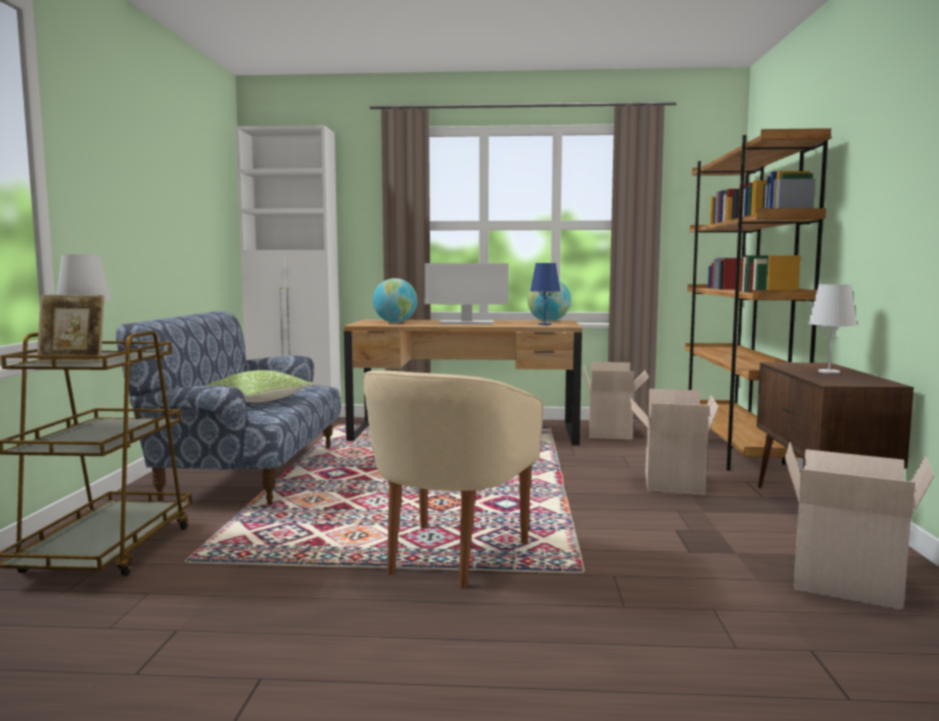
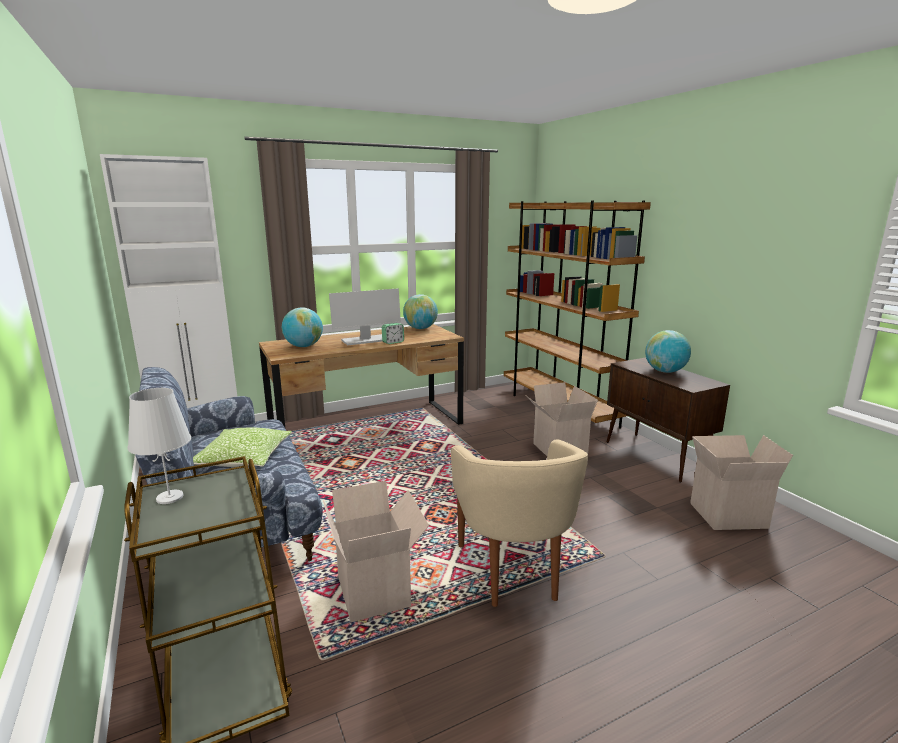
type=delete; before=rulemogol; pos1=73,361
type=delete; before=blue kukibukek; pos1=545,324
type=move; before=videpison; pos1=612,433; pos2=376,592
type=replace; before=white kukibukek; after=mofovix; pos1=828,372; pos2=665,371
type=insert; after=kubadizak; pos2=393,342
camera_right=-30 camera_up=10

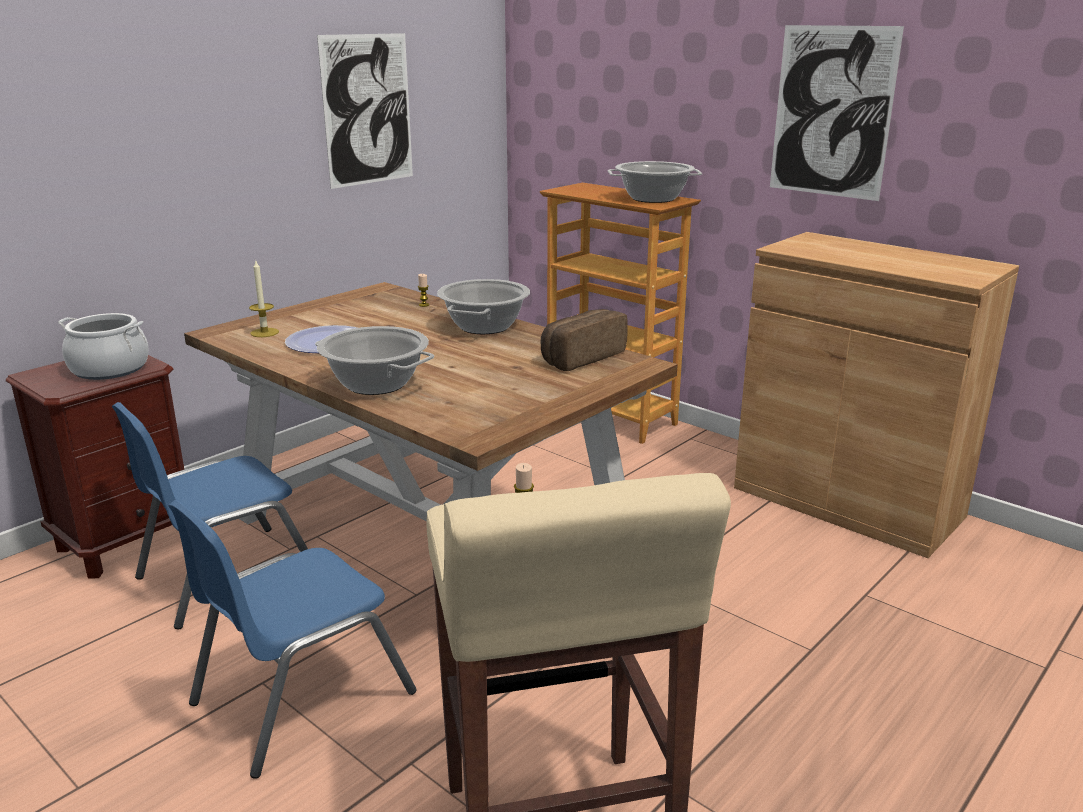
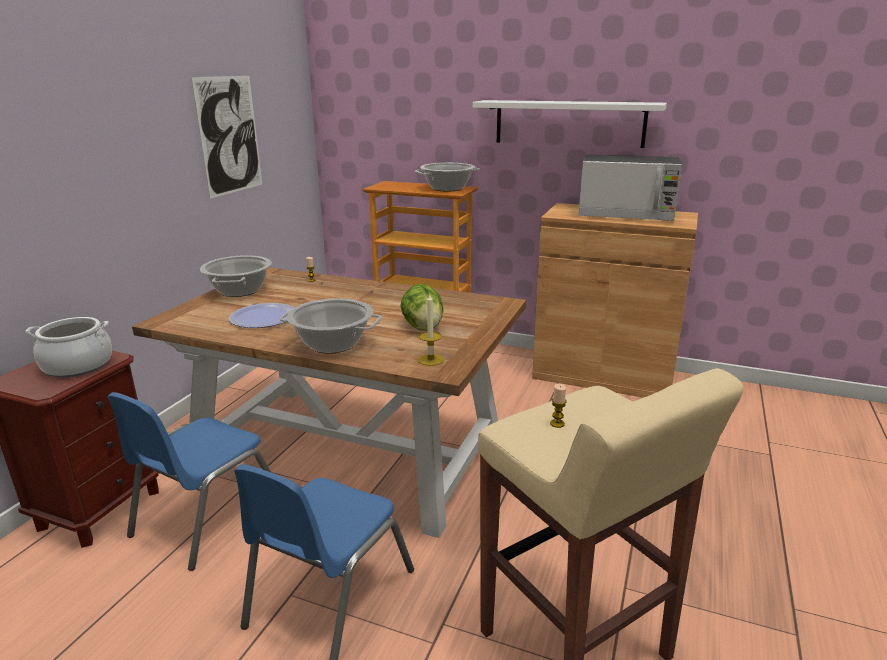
type=move; before=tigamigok; pos1=264,332; pos2=430,359
type=move; before=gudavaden; pos1=484,326; pos2=239,290
type=delete; before=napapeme; pos1=580,357
type=replace; before=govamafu; after=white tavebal; pos1=832,112; pos2=569,123
type=insert; after=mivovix; pos2=423,327
type=insert; after=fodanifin; pos2=626,214
camera_right=-20 camera_up=0

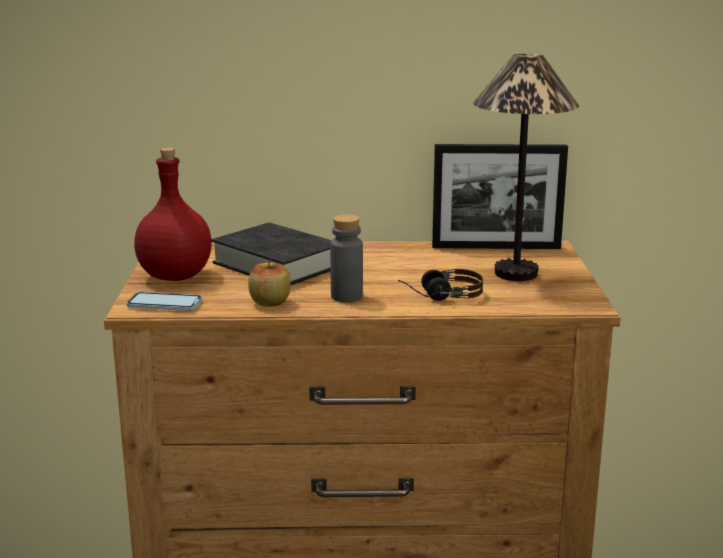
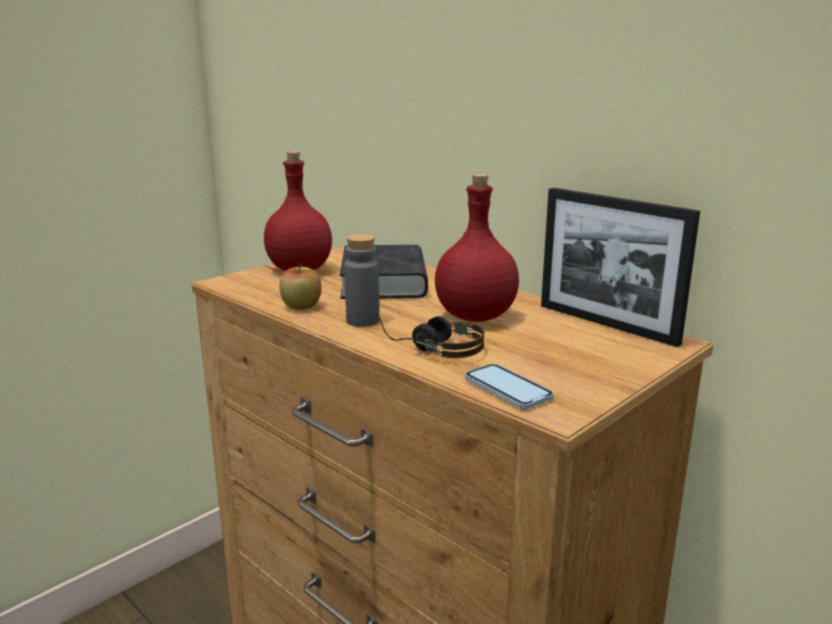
type=move; before=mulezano; pos1=164,304; pos2=507,389
type=delete; before=kukibukek; pos1=517,273
type=insert; after=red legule; pos2=477,316
camera_right=45 camera_up=0

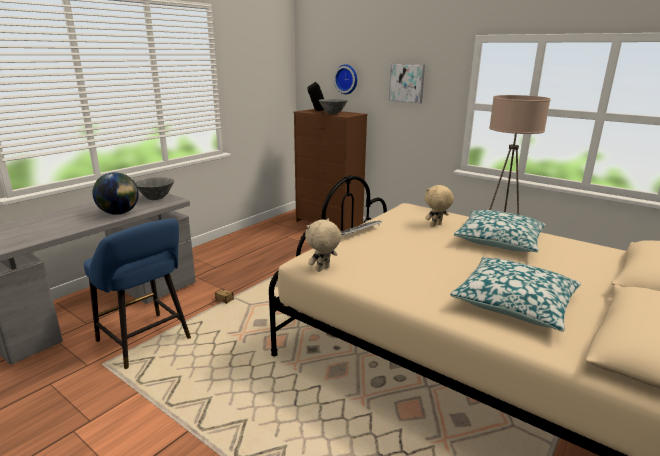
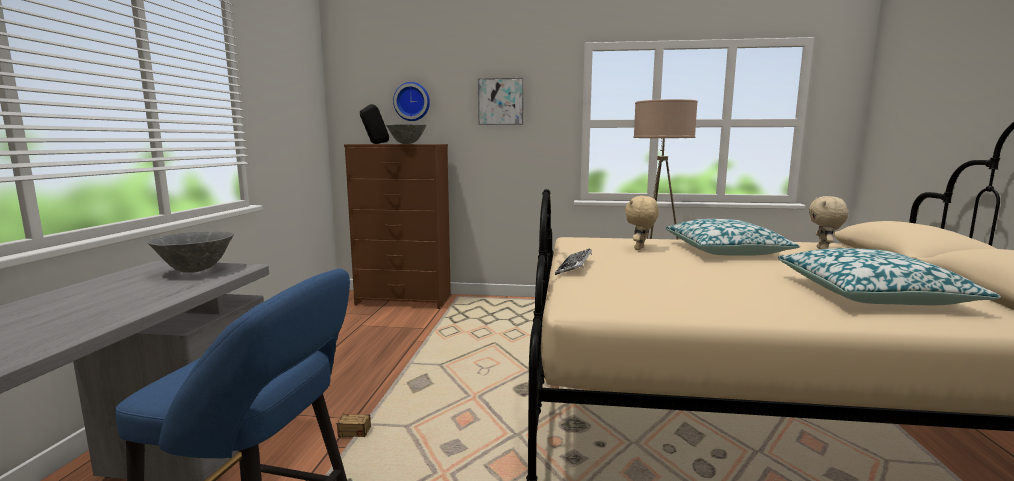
type=delete; before=mofovix; pos1=119,213
type=move; before=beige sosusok; pos1=323,269; pos2=823,250
camera_right=-30 camera_up=-10

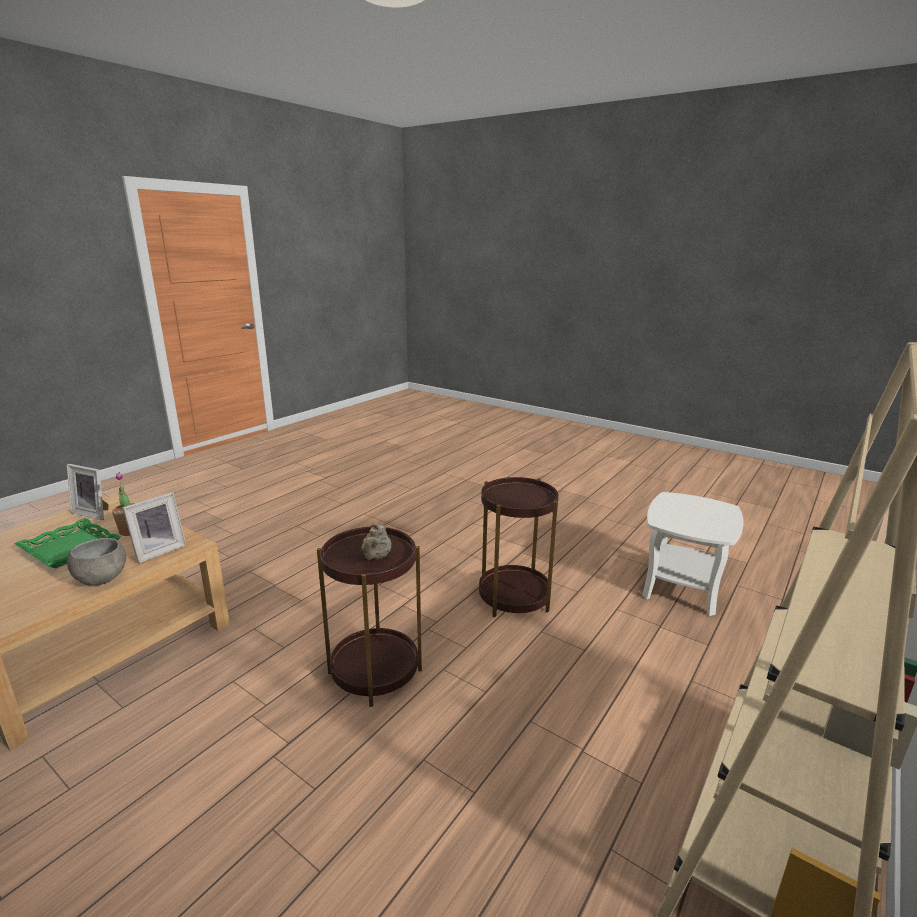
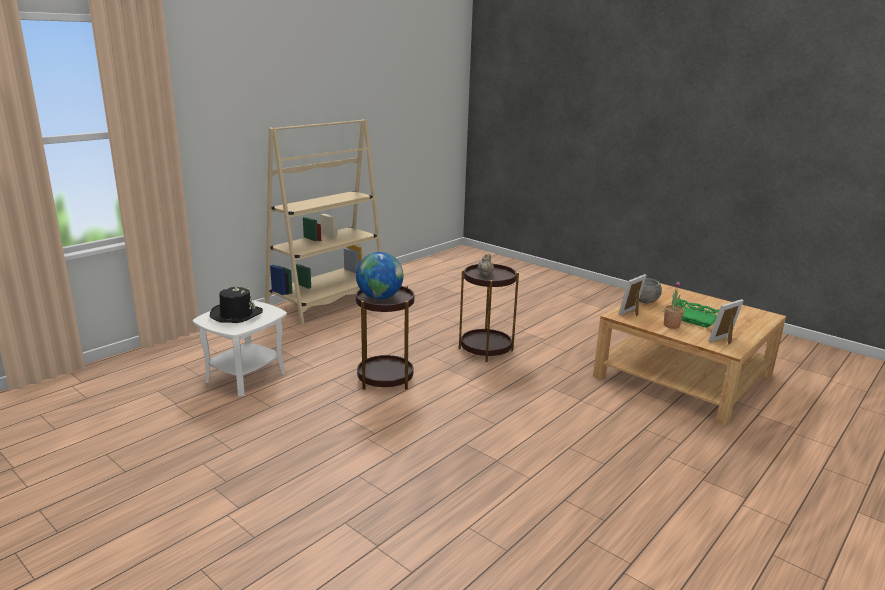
type=rotate; before=rulemogol; pos1=94,513; pos2=725,340; turn=-60
type=insert; after=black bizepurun; pos2=236,315
type=insert; after=mofovix; pos2=379,297
camera_right=-175 camera_up=0

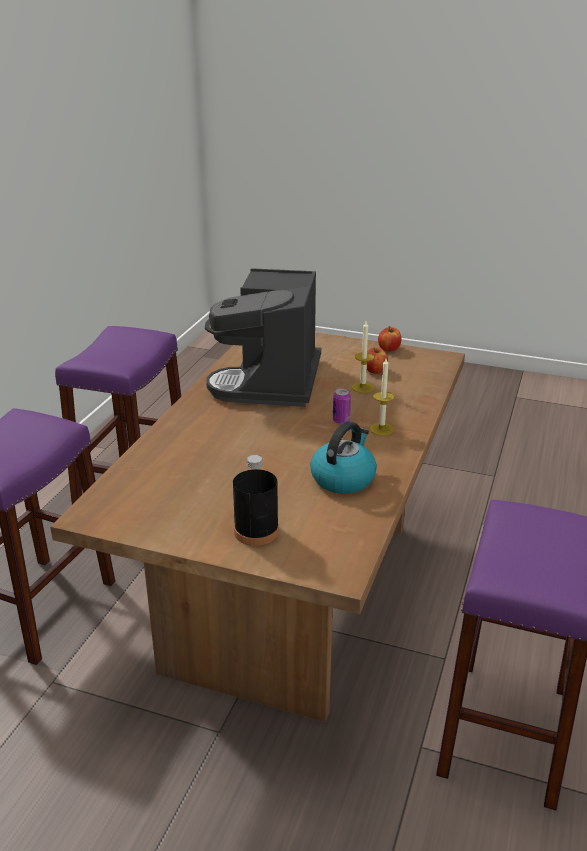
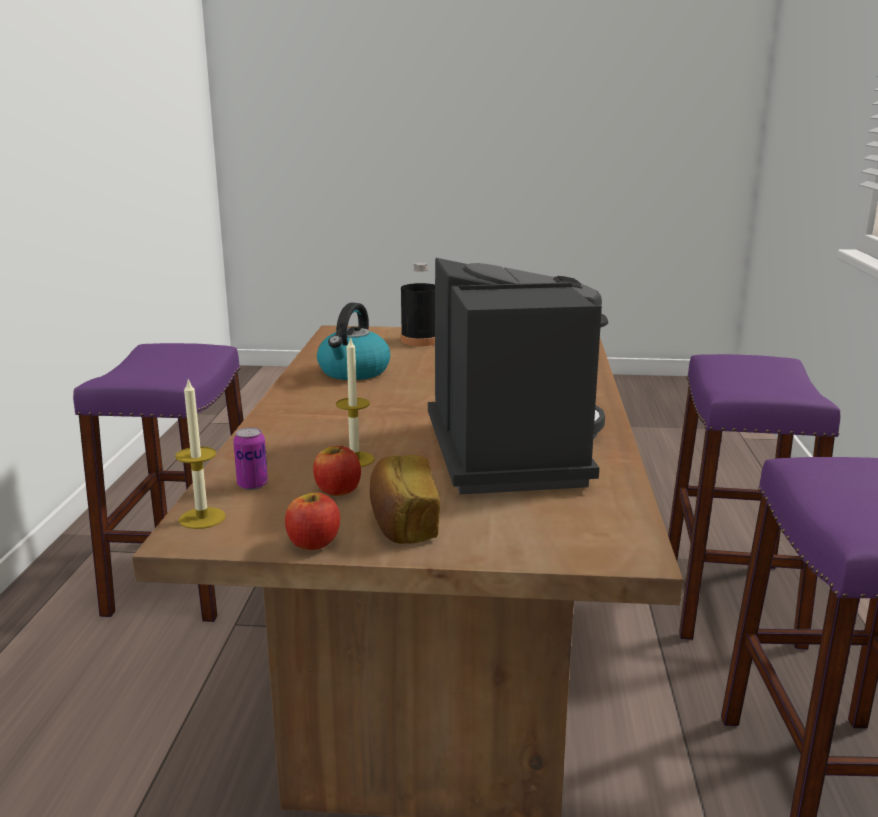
type=move; before=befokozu; pos1=341,420; pos2=252,485
type=move; before=tigamigok; pos1=381,429; pos2=202,518
type=insert; after=napapeme; pos2=402,523
camera_right=165 camera_up=-10

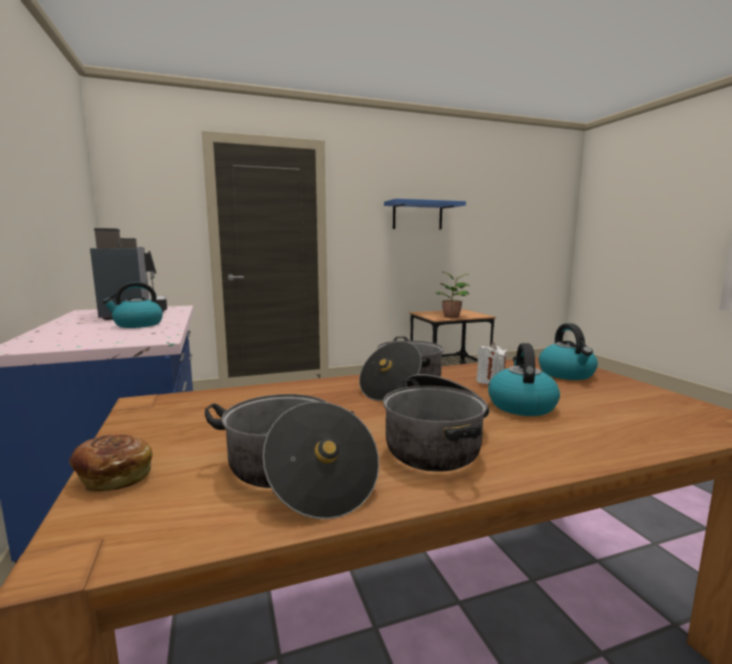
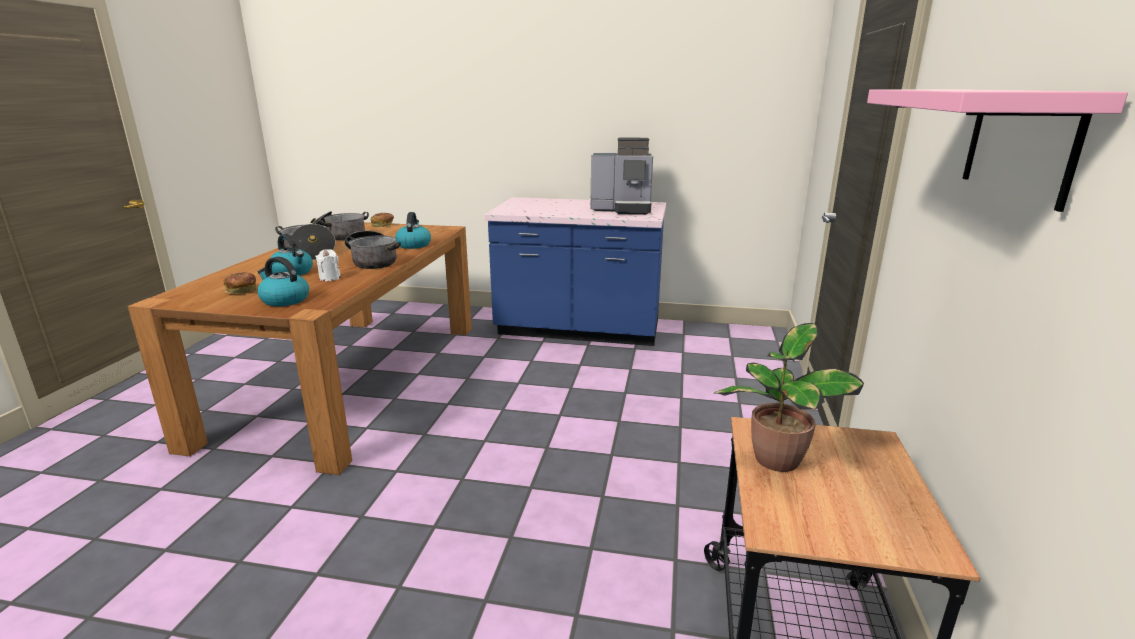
type=move; before=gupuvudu; pos1=137,325; pos2=413,245
type=recolor; before=blue tavebal; after=pink tavebal; pos1=417,216; pos2=1019,143
type=insert; after=napapeme; pos2=242,291
camera_right=120 camera_up=10

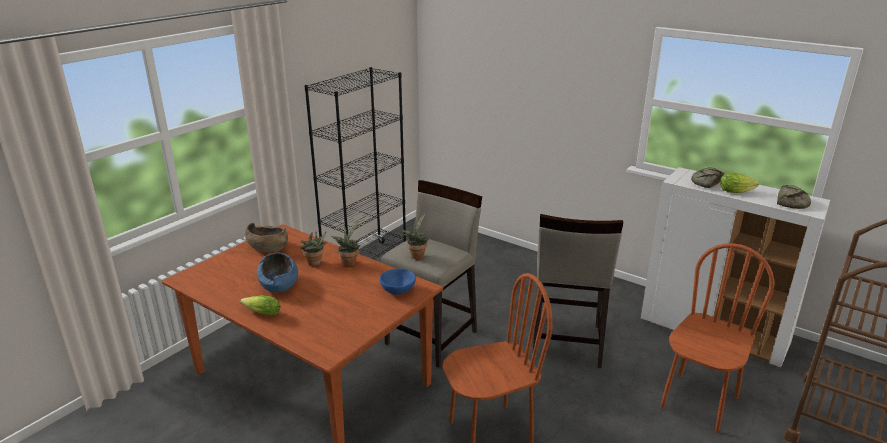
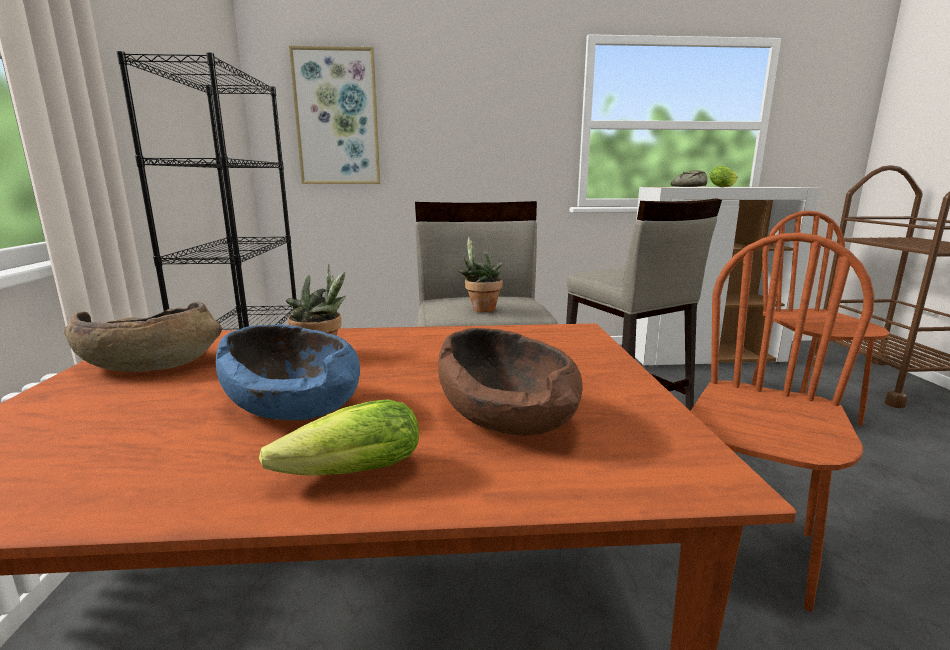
type=delete; before=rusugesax; pos1=349,262
type=delete; before=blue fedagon; pos1=398,291
type=delete; before=napapeme; pos1=792,202
type=insert; after=govamafu; pos2=337,118
type=insert; after=brown fedagon; pos2=506,415
camera_right=-40 camera_up=-10

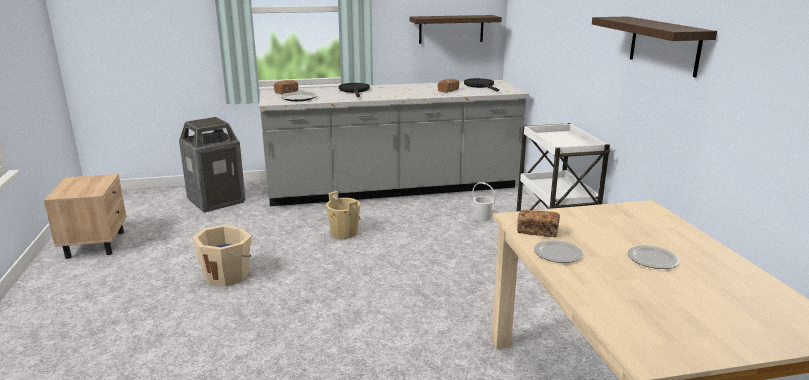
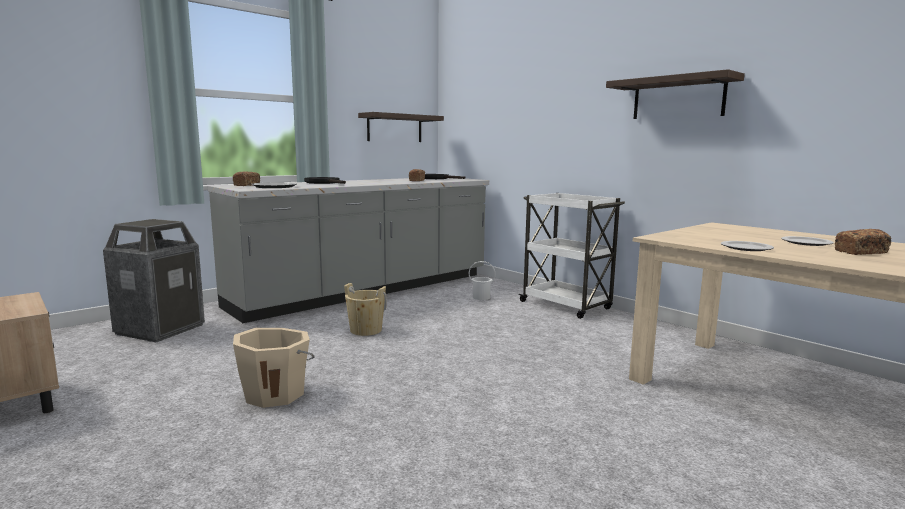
type=move; before=napapeme; pos1=537,231; pos2=860,252
camera_right=-30 camera_up=-10

